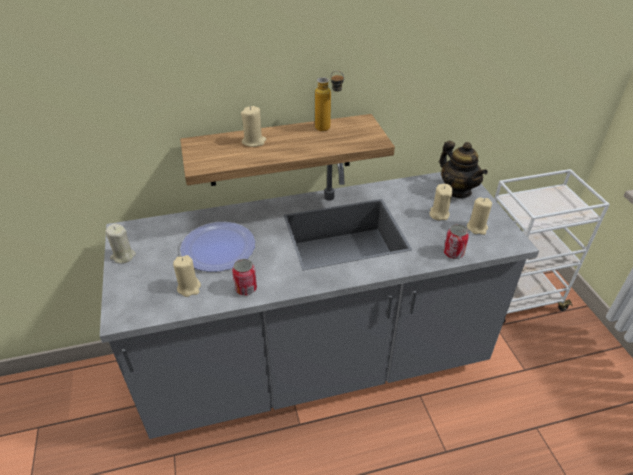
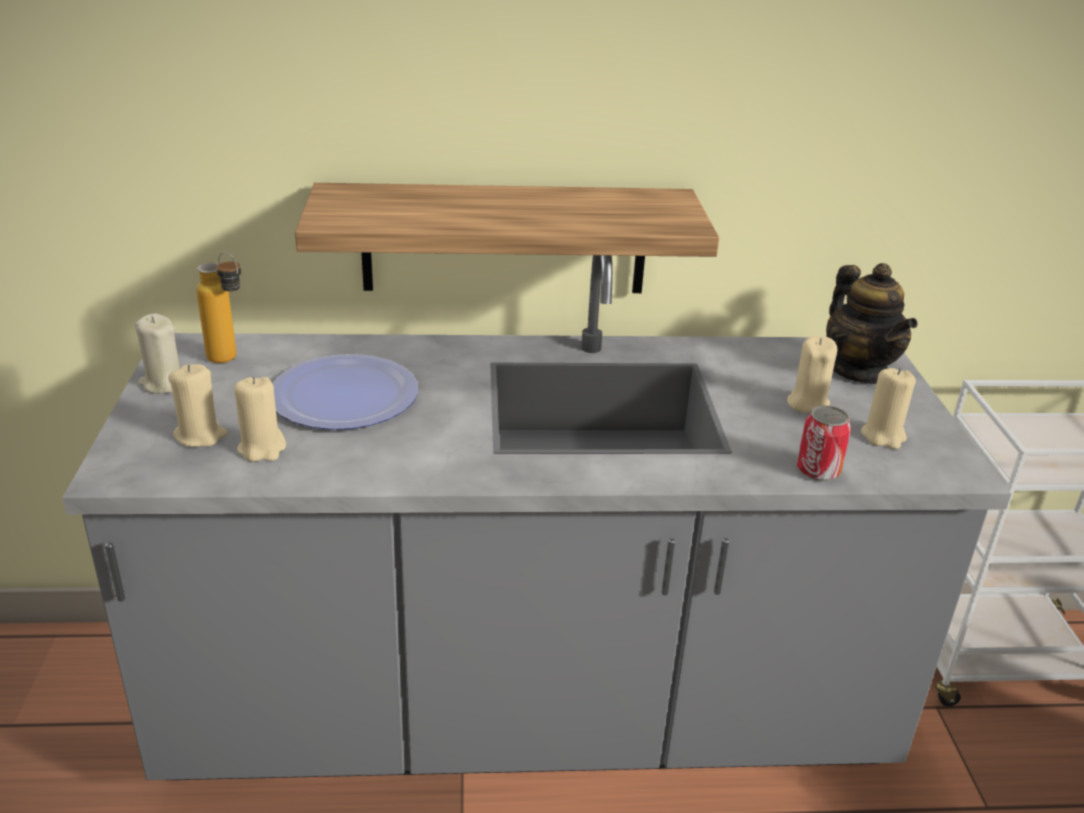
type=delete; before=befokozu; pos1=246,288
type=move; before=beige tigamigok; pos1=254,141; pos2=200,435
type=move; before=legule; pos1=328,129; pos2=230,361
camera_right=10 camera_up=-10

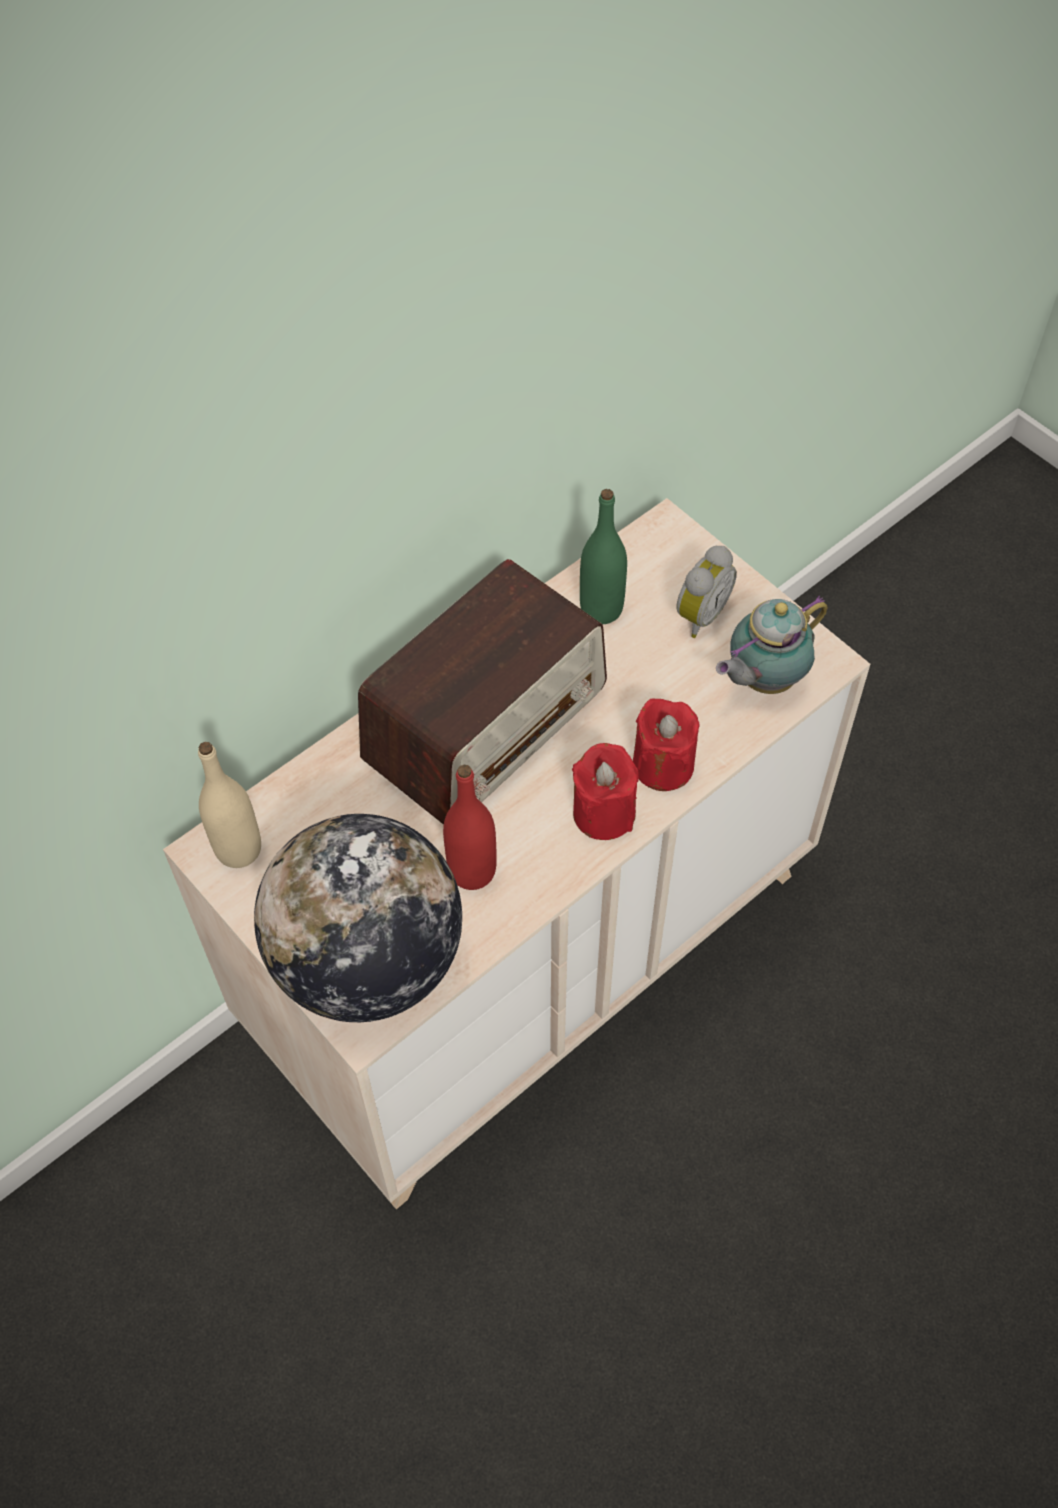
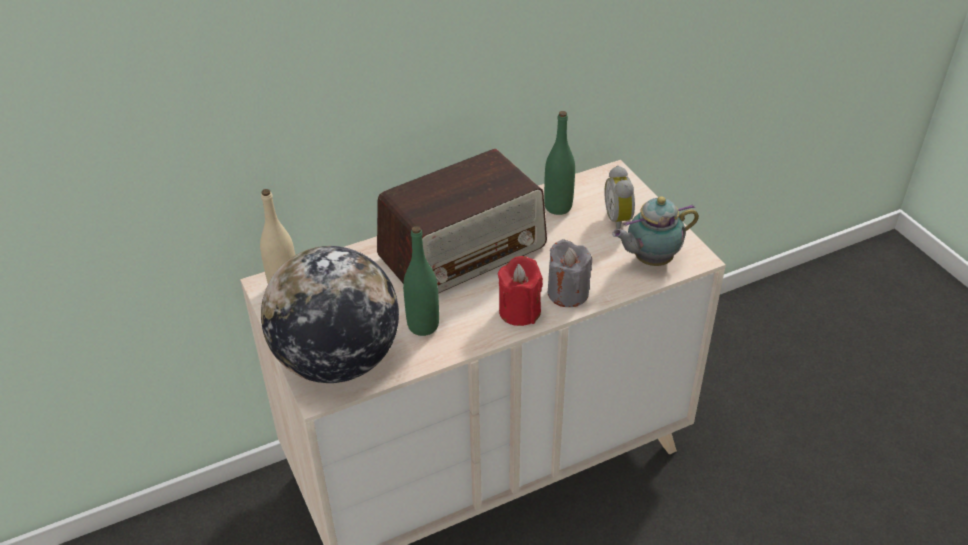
type=recolor; before=red legule; after=green legule; pos1=472,871; pos2=423,325
type=recolor; before=red tigamigok; after=grey tigamigok; pos1=663,765; pos2=568,293
type=rotate; before=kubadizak; pos1=699,614; pos2=620,220; turn=120
camera_right=15 camera_up=-15

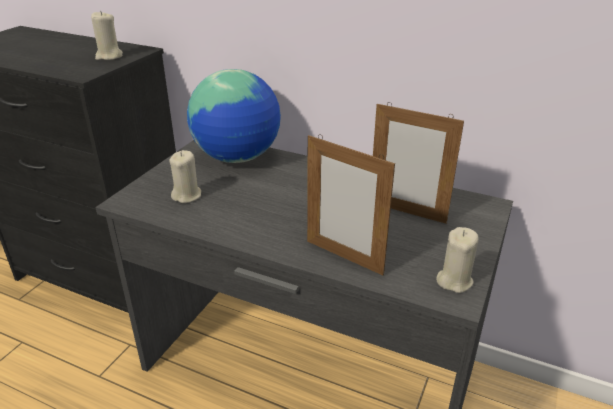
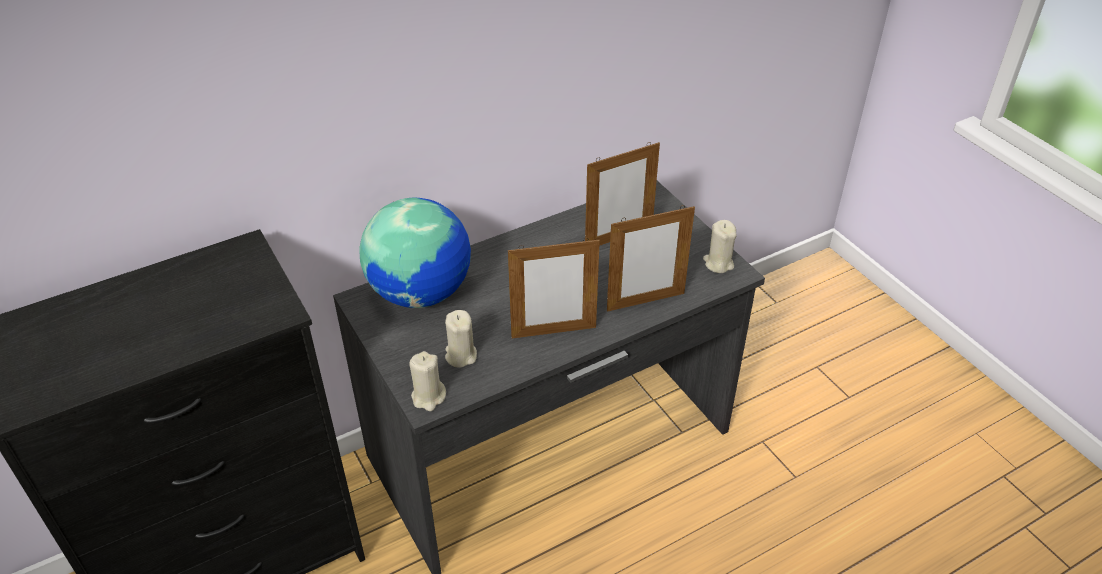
type=move; before=beige tigamigok; pos1=109,56; pos2=428,397
type=insert; after=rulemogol; pos2=553,332
camera_right=-55 camera_up=10

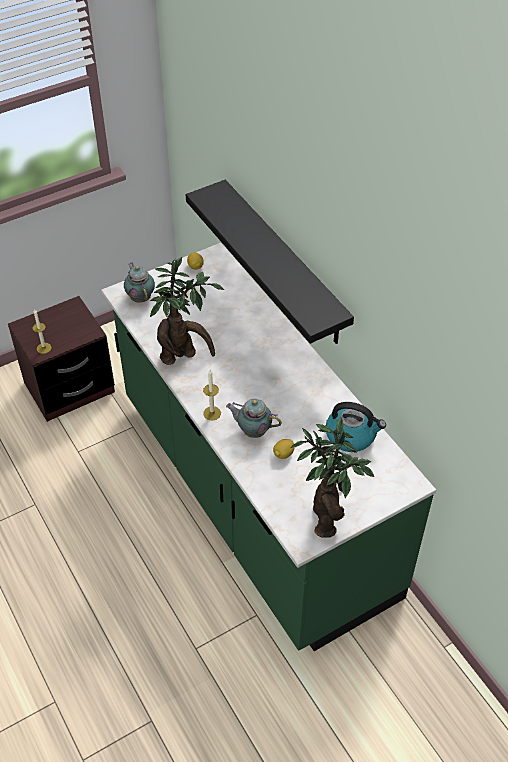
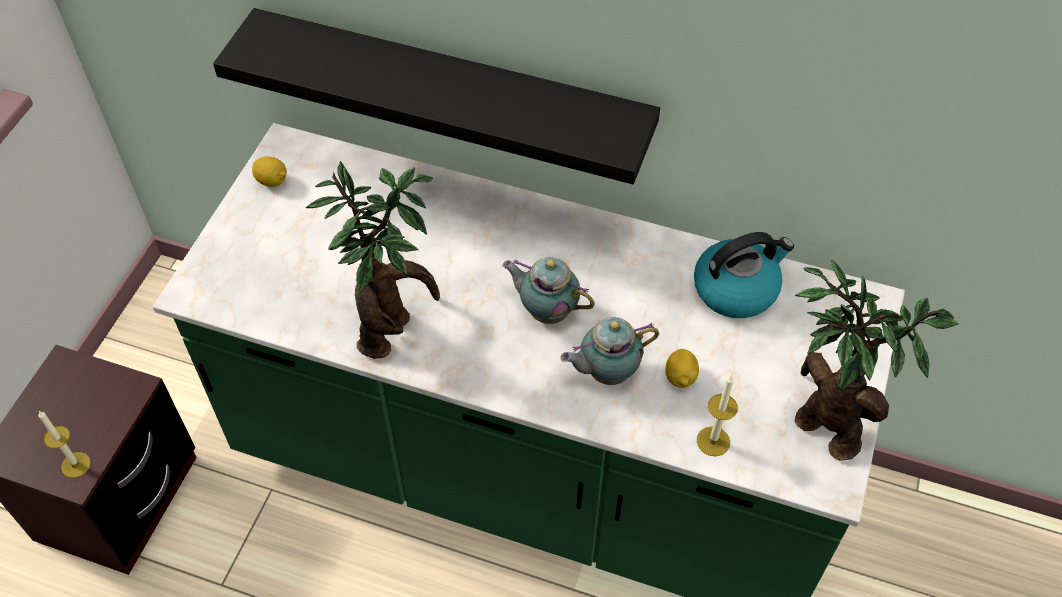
type=move; before=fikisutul; pos1=140,297; pos2=546,310
type=move; before=tigamigok; pos1=212,413; pos2=713,441
camera_right=-40 camera_up=5

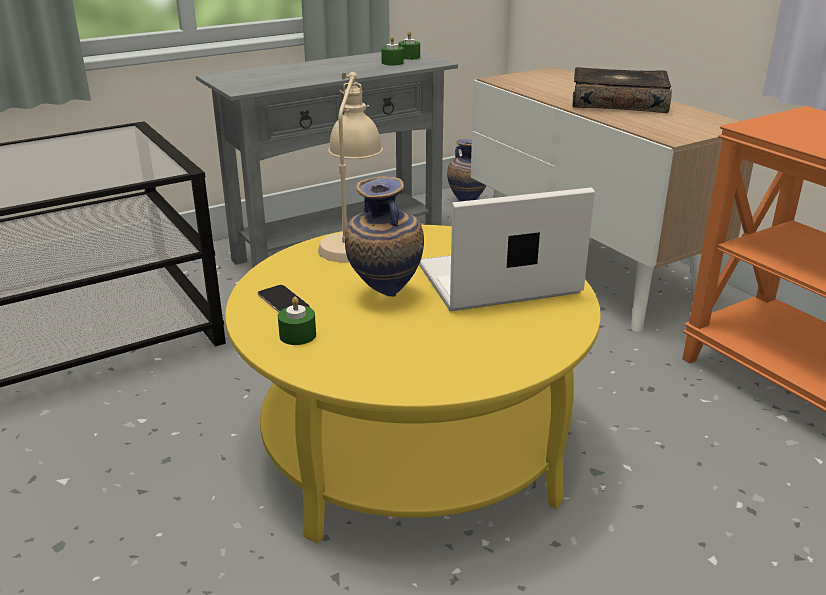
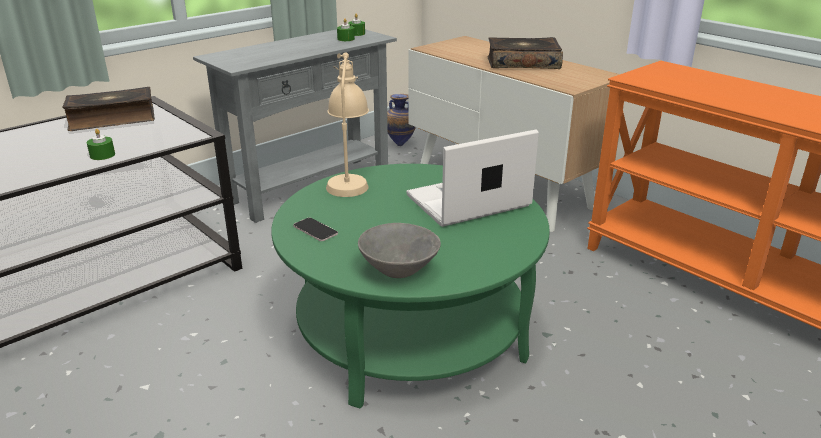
type=recolor; before=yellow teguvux; after=green teguvux; pos1=412,444; pos2=410,329
type=move; before=green tigamigok; pos1=297,335; pos2=102,155
type=delete; before=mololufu; pos1=384,296
type=insert; after=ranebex; pos2=112,119
type=insert; after=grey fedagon; pos2=399,270
camera_right=-10 camera_up=0

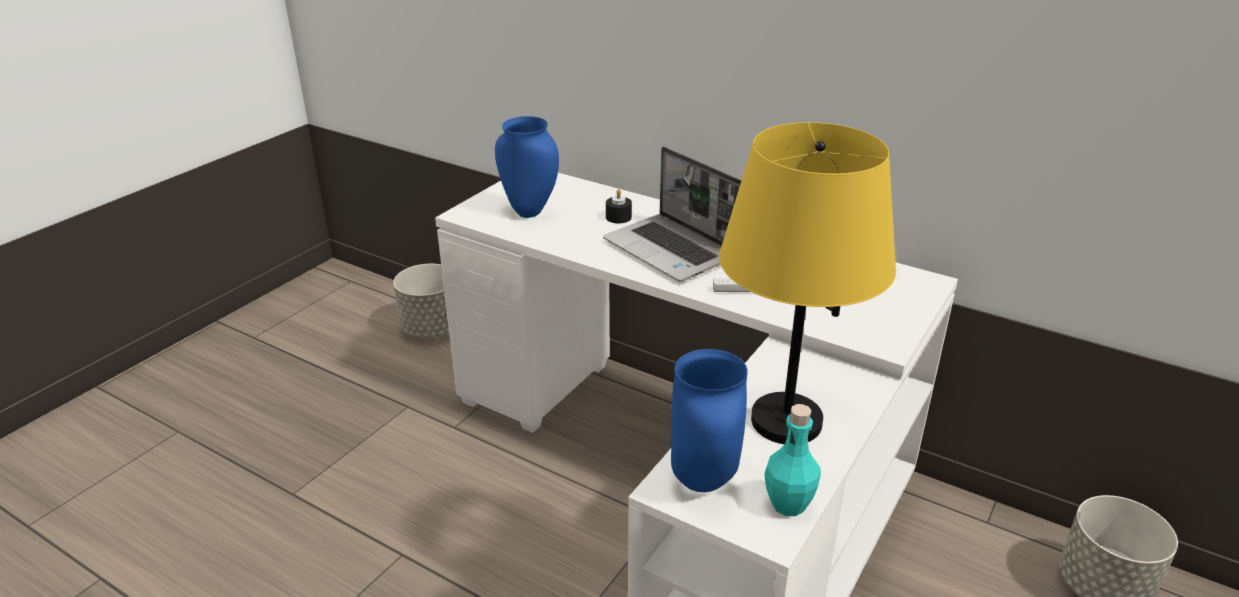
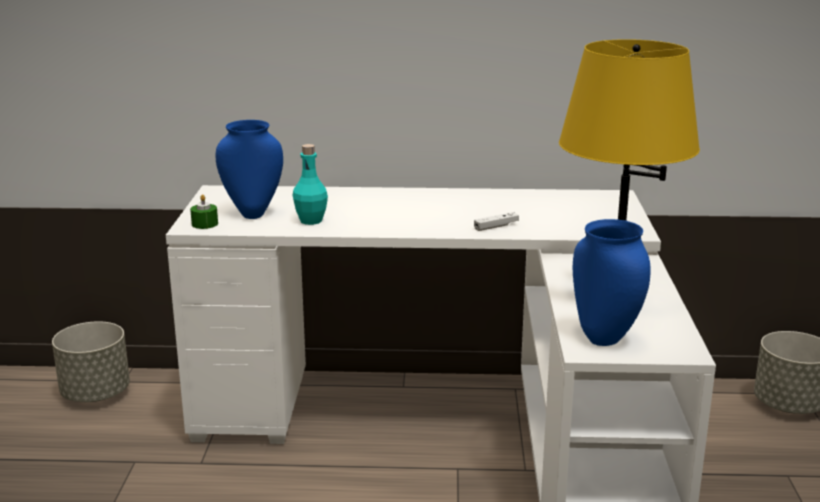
type=delete; before=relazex; pos1=672,250
type=delete; before=black tigamigok; pos1=618,217
type=move; before=turquoise legule; pos1=788,504; pos2=311,221
type=insert; after=green tigamigok; pos2=204,224
camera_right=-30 camera_up=-10

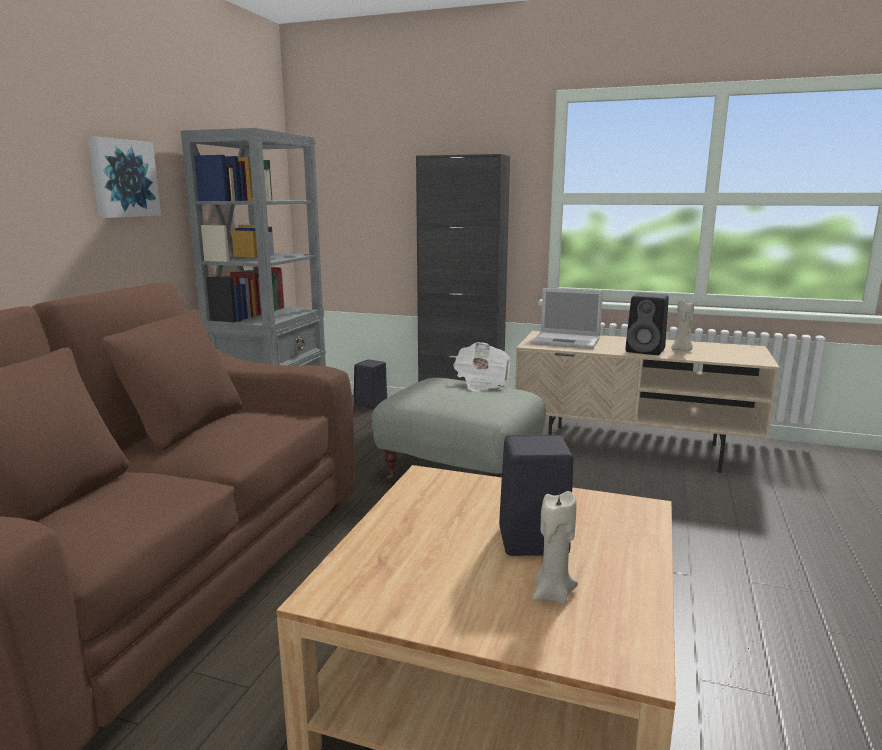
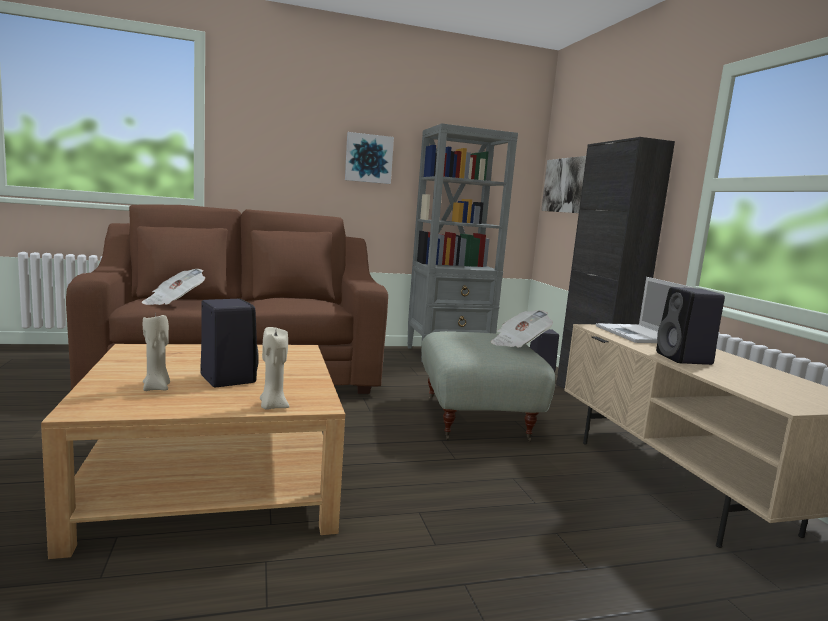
type=move; before=beige tigamigok; pos1=681,350; pos2=272,406
type=insert; after=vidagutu; pos2=174,302
type=insert; after=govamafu; pos2=567,185
camera_right=55 camera_up=-5

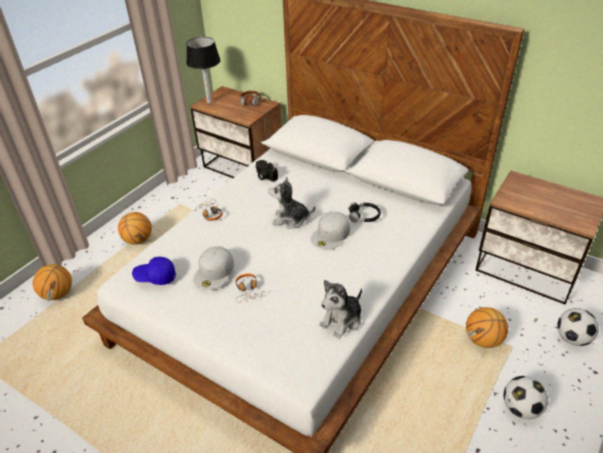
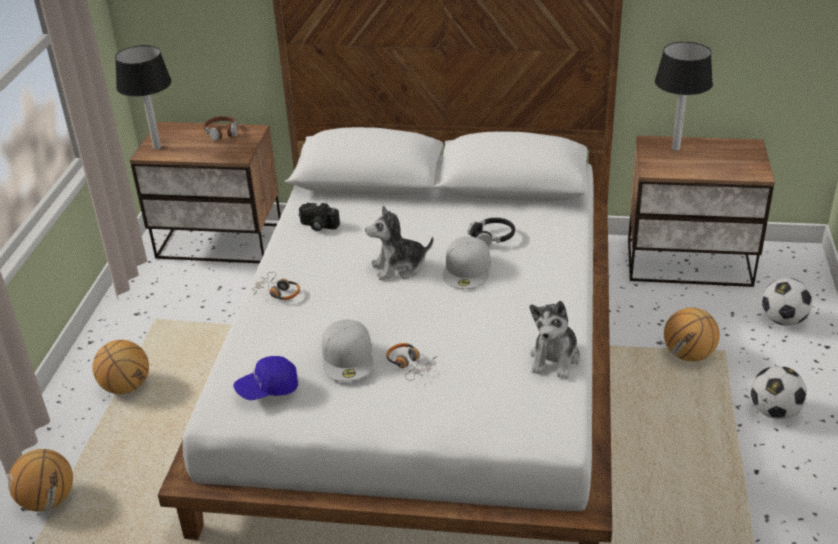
type=insert; after=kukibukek; pos2=675,148
camera_right=-25 camera_up=-5

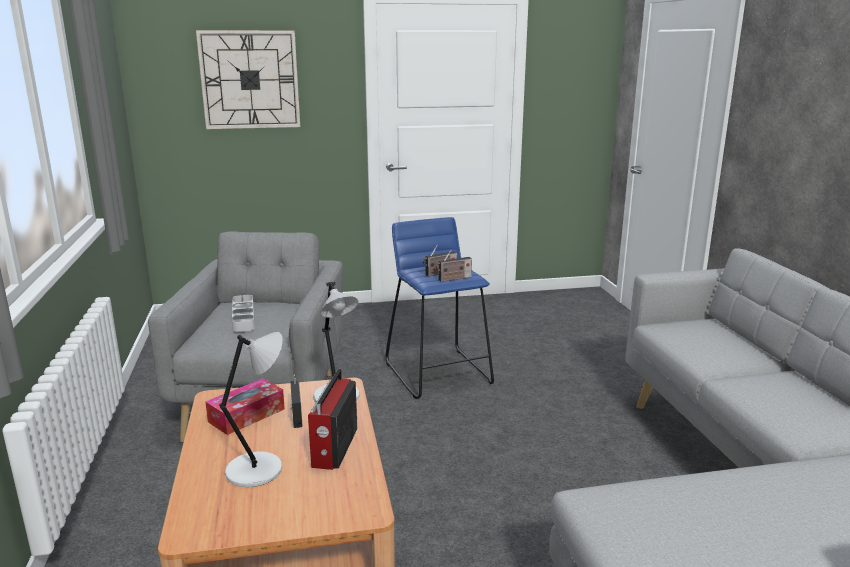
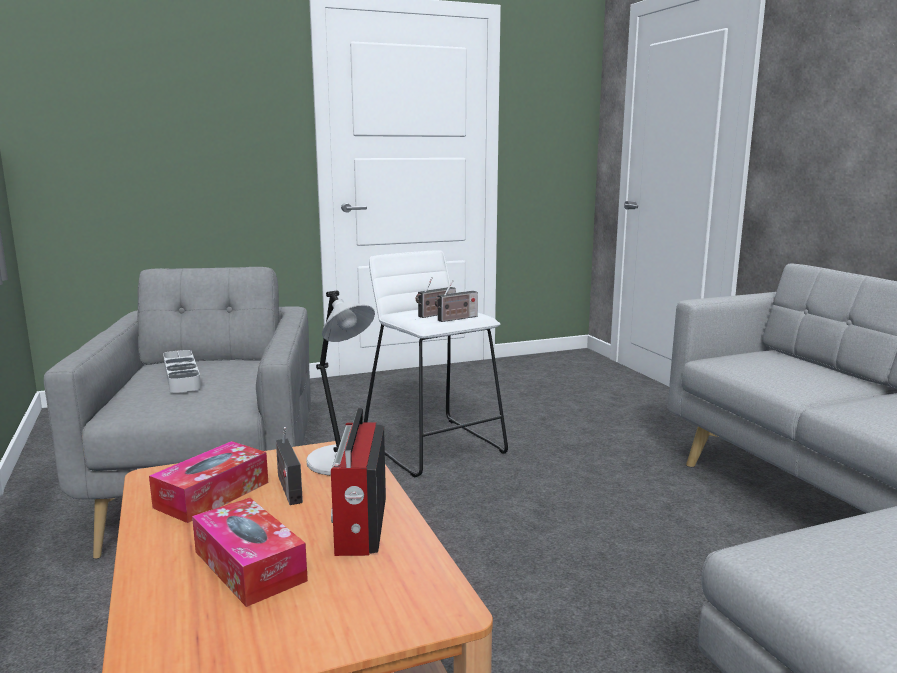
type=delete; before=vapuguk; pos1=250,80
type=replace; before=grey kukibukek; after=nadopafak; pos1=257,469; pos2=249,566
type=recolor; before=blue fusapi; after=white fusapi; pos1=439,373; pos2=435,446
camera_right=-10 camera_up=-5

